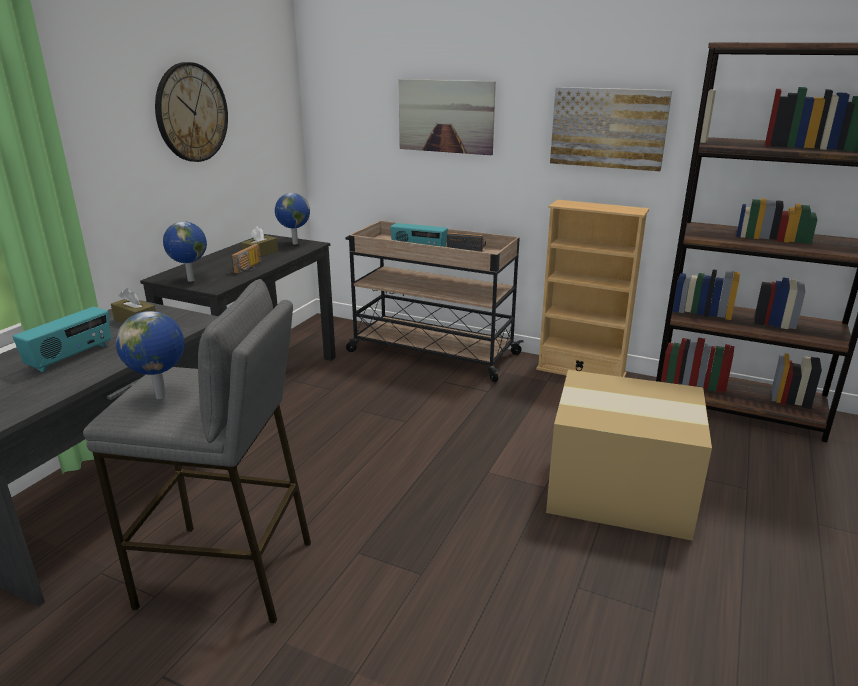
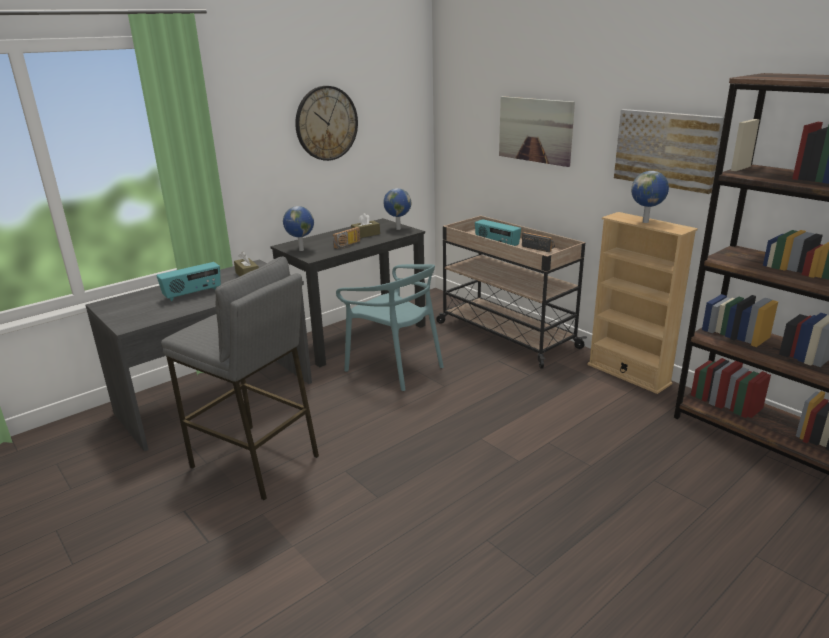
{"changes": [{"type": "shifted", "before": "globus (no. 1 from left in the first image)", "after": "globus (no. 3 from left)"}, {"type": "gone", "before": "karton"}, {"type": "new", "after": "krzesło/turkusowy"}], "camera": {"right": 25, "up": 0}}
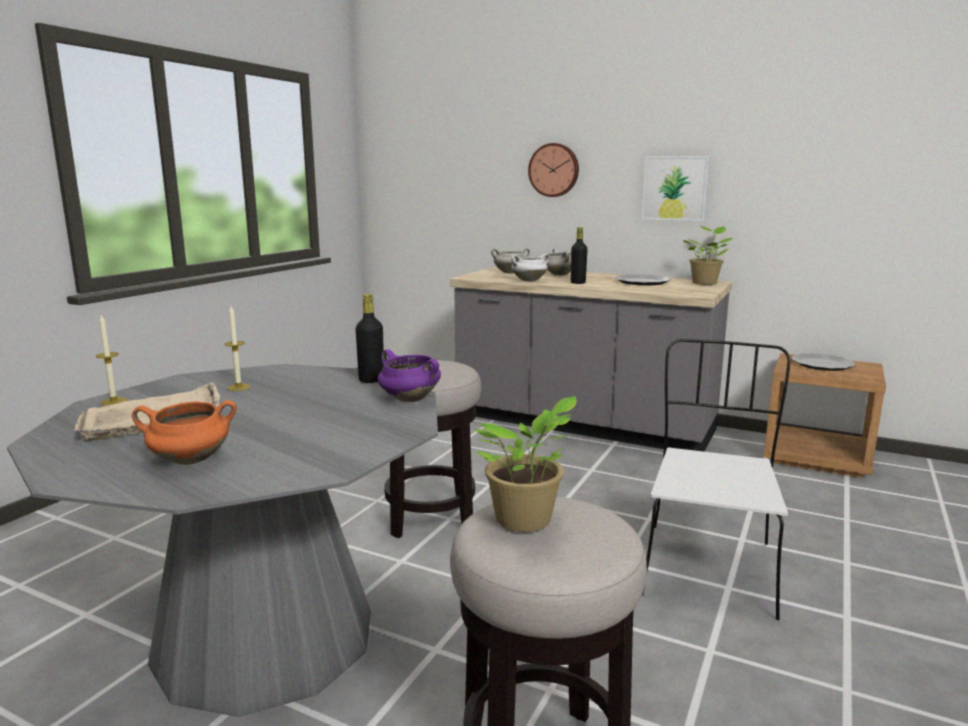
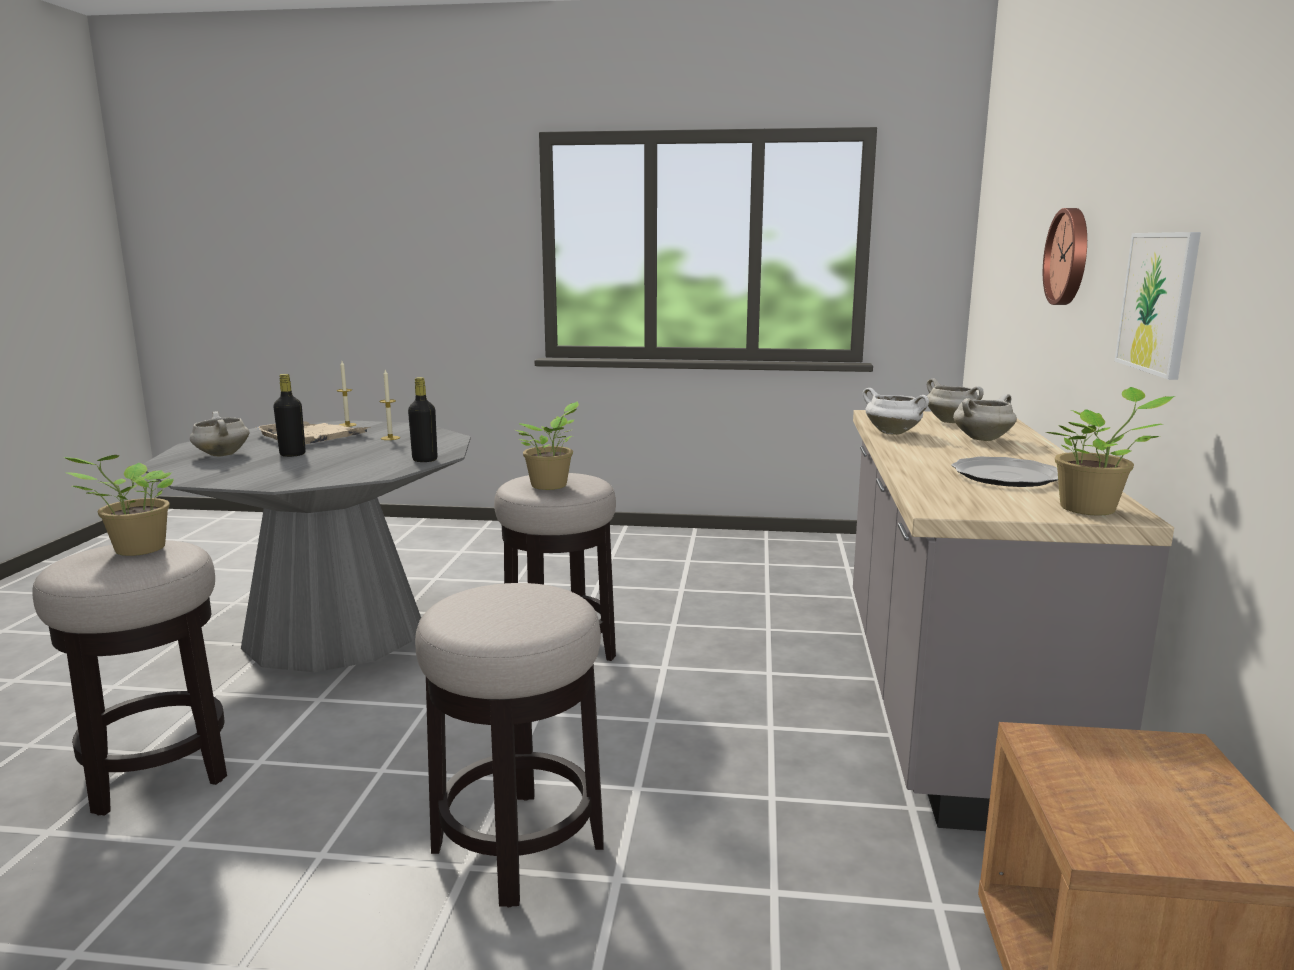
{"changes": [{"type": "repainted", "before": "garnek/pomarańczowy", "after": "garnek/biały (no. 1 from left)"}, {"type": "gone", "before": "garnek/fioletowy"}, {"type": "shifted", "before": "butelka/czarny (no. 2 from left in the first image)", "after": "butelka/czarny (no. 1 from left)"}, {"type": "swapped", "before": "krzesło/biały", "after": "stołek (no. 2 from left)"}, {"type": "gone", "before": "talerz (no. 2 from left)"}, {"type": "new", "after": "roślina doniczkowa (no. 2 from left)"}], "camera": {"right": 70, "up": 0}}
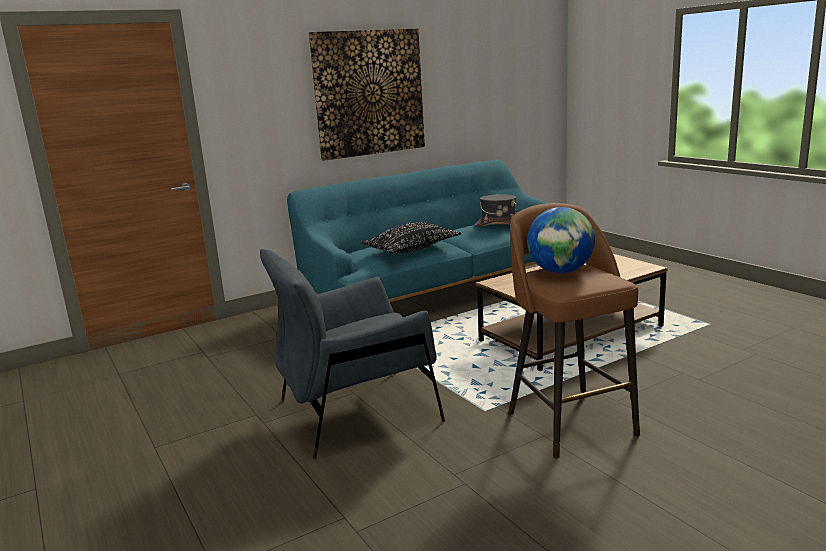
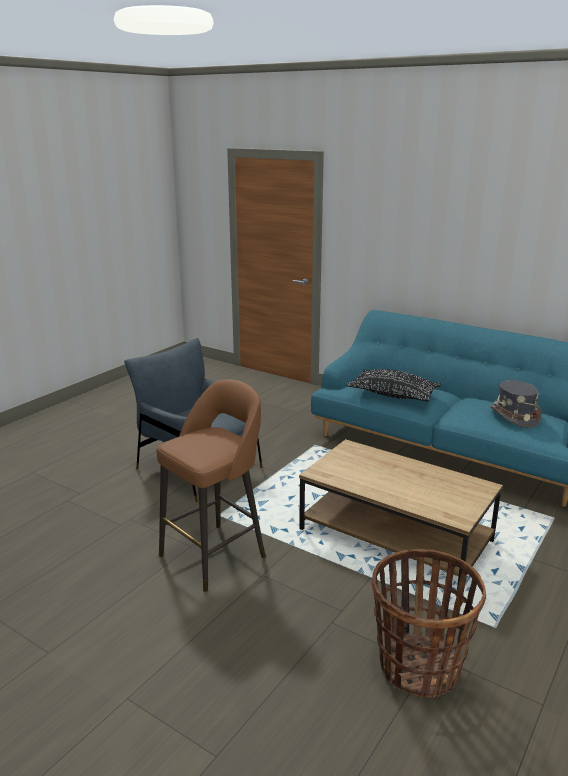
{"changes": [{"type": "gone", "before": "obraz"}, {"type": "gone", "before": "globus"}, {"type": "new", "after": "koszyk"}], "camera": {"right": 65, "up": 5}}
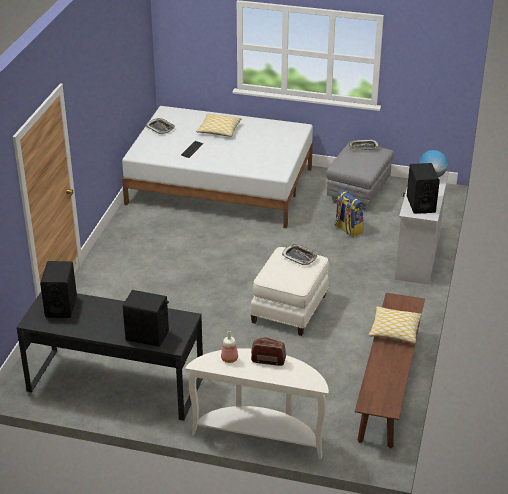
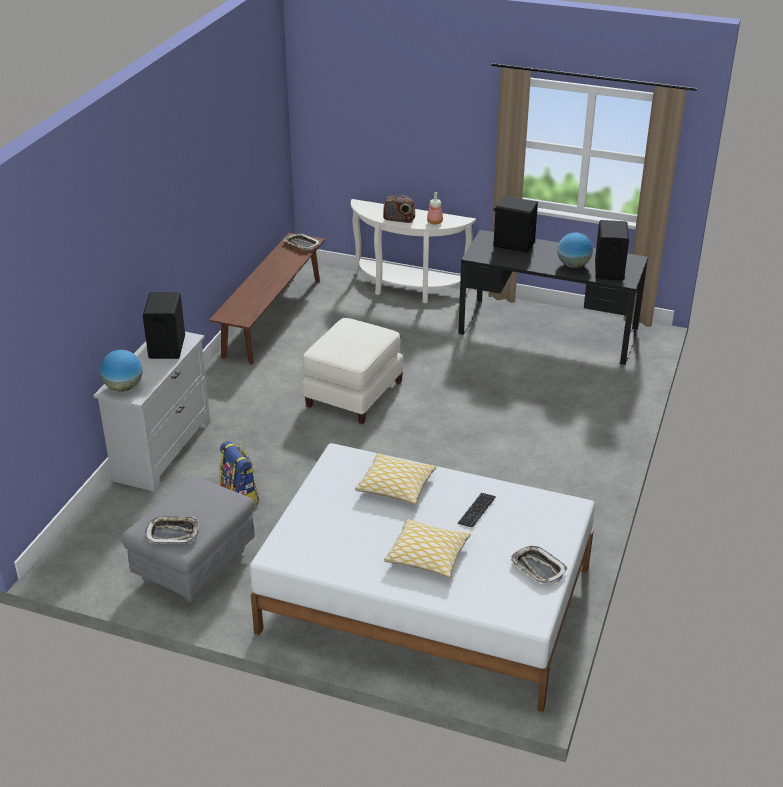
{"changes": [{"type": "shifted", "before": "taca (no. 2 from left)"}, {"type": "shifted", "before": "poduszka (no. 2 from left in the first image)", "after": "poduszka (no. 1 from left)"}, {"type": "new", "after": "globus (no. 2 from left)"}], "camera": {"right": -175, "up": 0}}
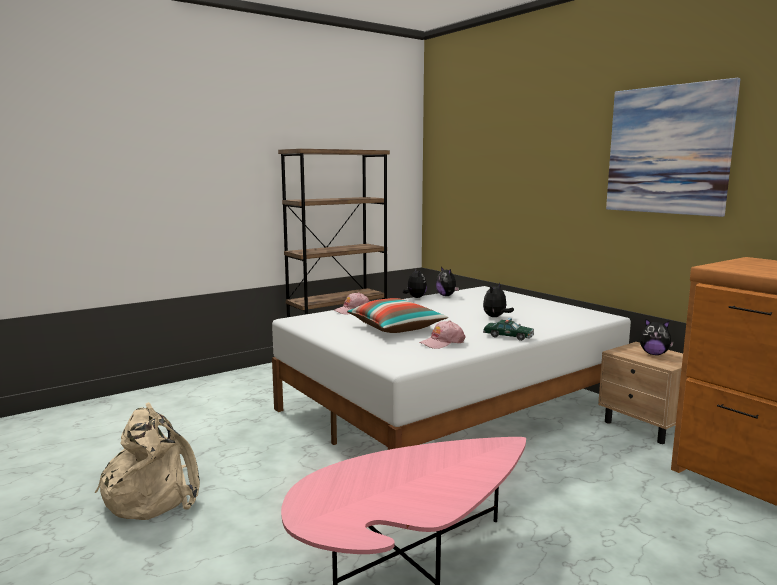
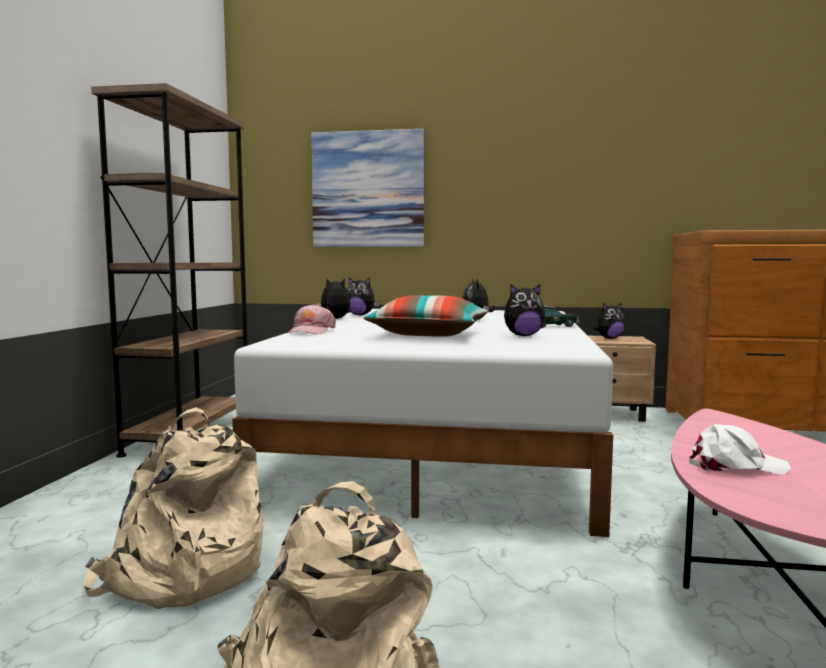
{"changes": [{"type": "swapped", "before": "czapka z daszkiem/różowy (no. 2 from left)", "after": "pluszak (no. 4 from left)"}, {"type": "shifted", "before": "obraz"}, {"type": "new", "after": "plecak/beżowy (no. 1 from left)"}, {"type": "new", "after": "czapka z daszkiem/biały"}], "camera": {"right": -45, "up": -5}}
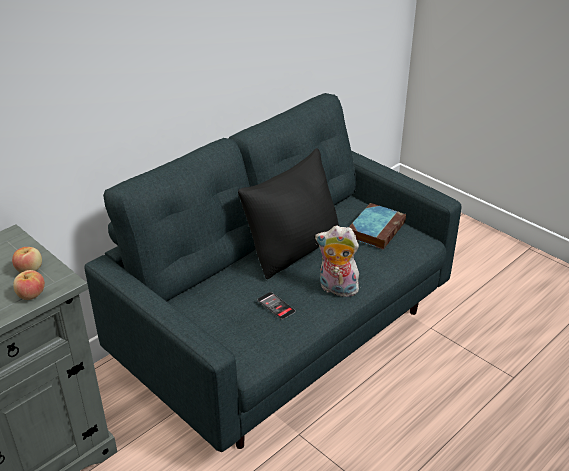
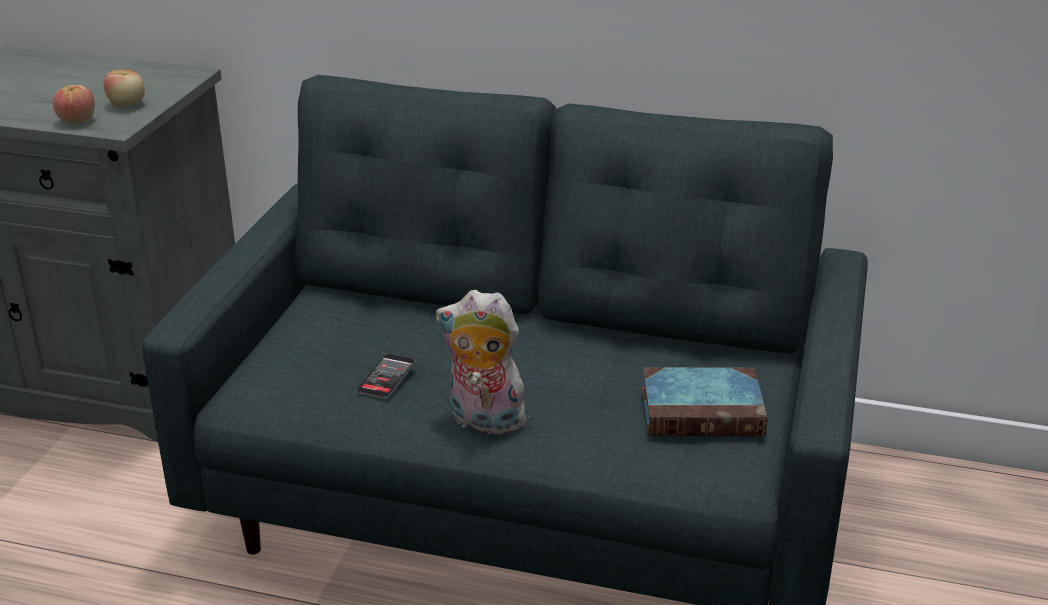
{"changes": [{"type": "gone", "before": "poduszka/czarny"}, {"type": "rotated", "before": "pluszak", "turn": -60}], "camera": {"right": 60, "up": -5}}
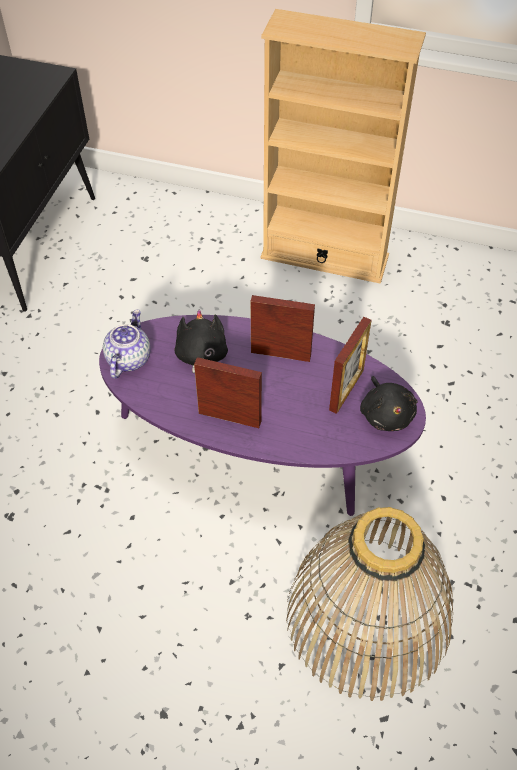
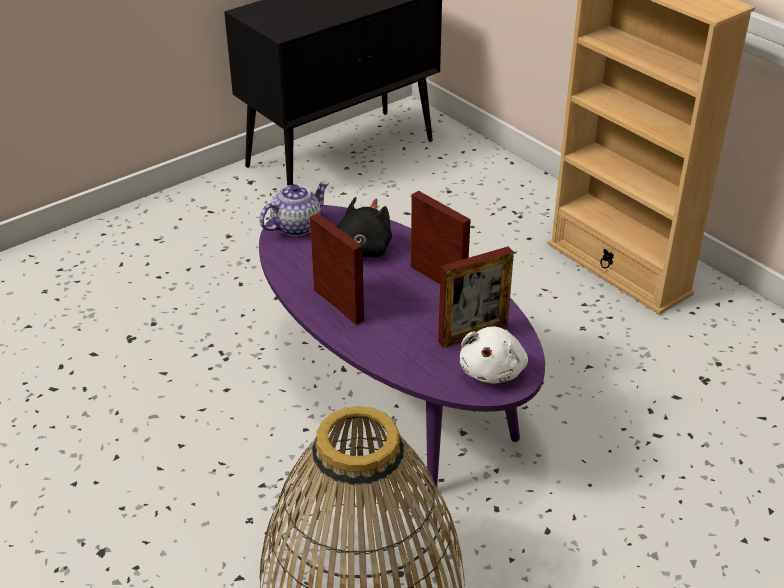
{"changes": [{"type": "repainted", "before": "pluszak/czarny (no. 2 from left)", "after": "pluszak/biały"}], "camera": {"right": 35, "up": -15}}
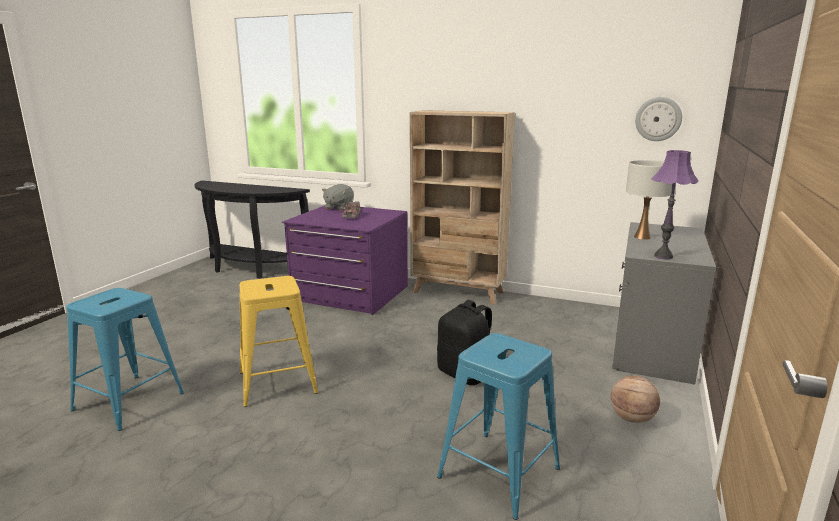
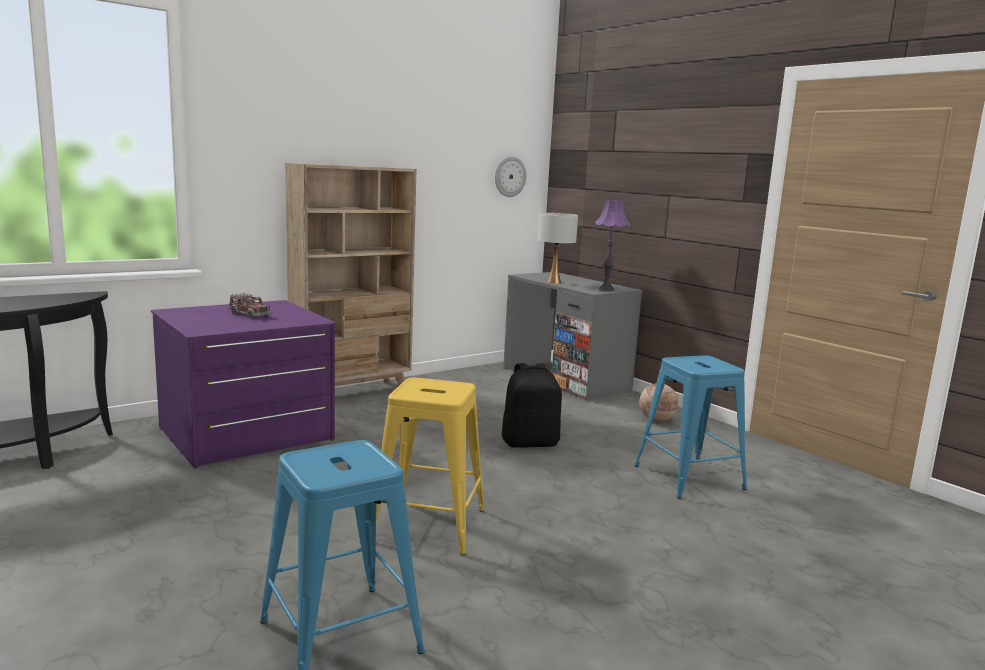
{"changes": [{"type": "gone", "before": "pluszak/szary"}], "camera": {"right": -60, "up": -5}}
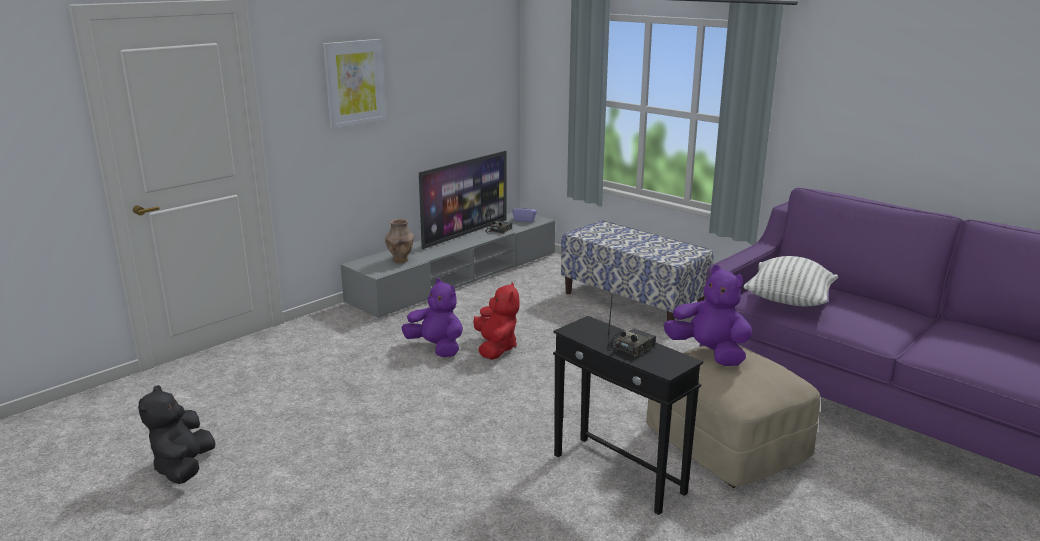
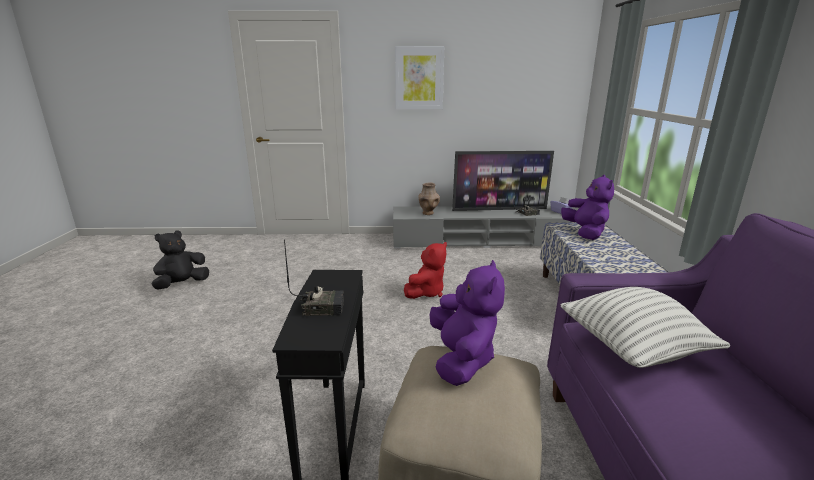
{"changes": [{"type": "shifted", "before": "pluszak/fioletowy (no. 1 from left in the first image)", "after": "pluszak/fioletowy (no. 2 from left)"}], "camera": {"right": 45, "up": 0}}
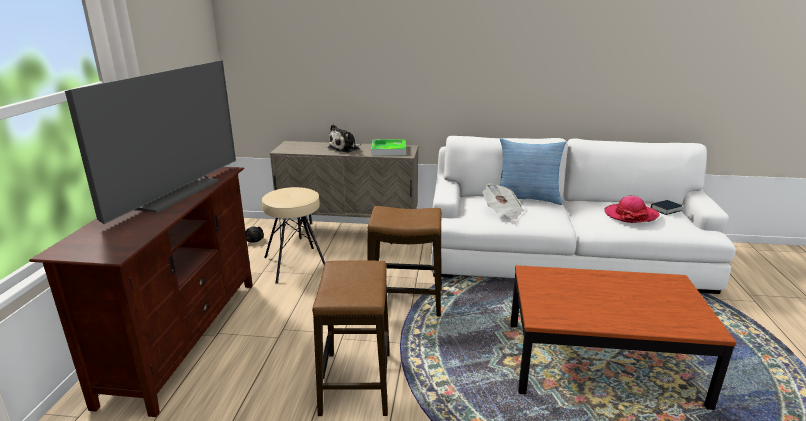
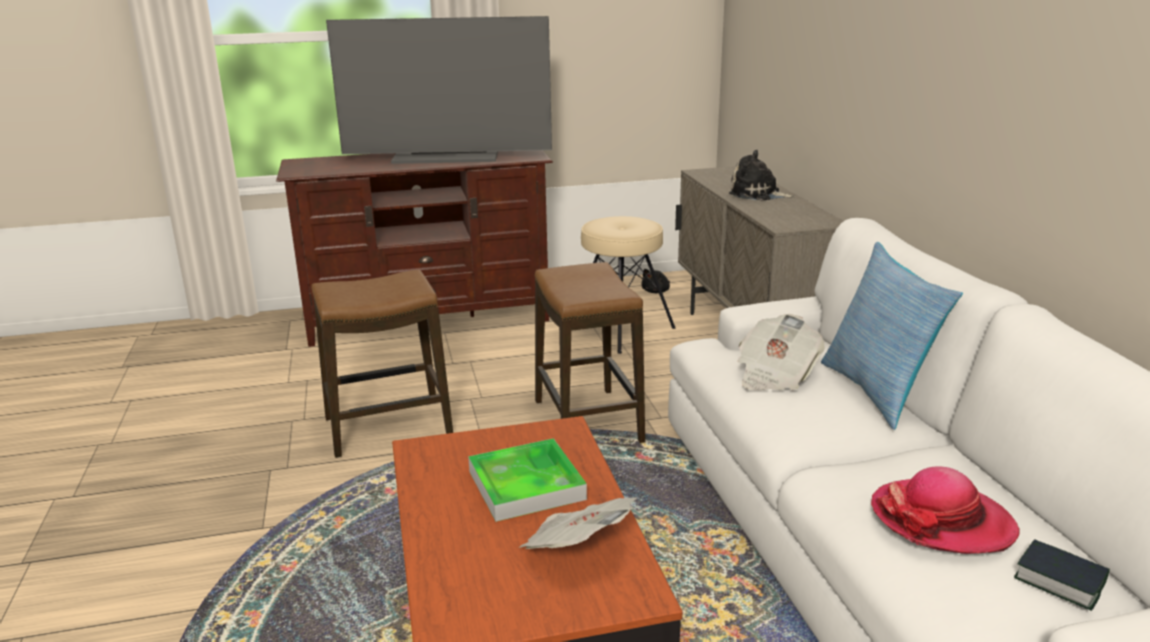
{"changes": [{"type": "shifted", "before": "taca"}, {"type": "new", "after": "gazeta (no. 1 from left)"}], "camera": {"right": 70, "up": 0}}
